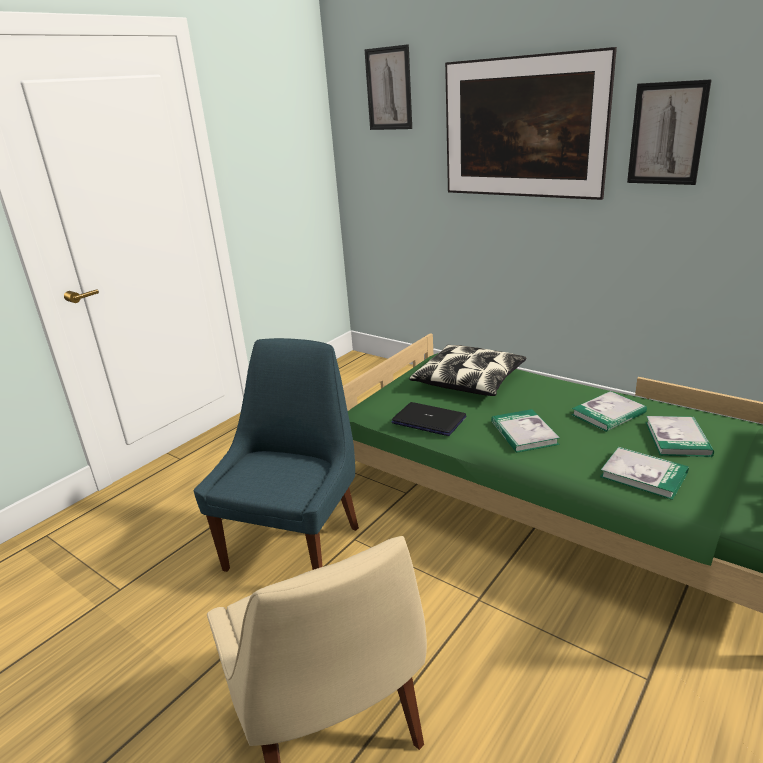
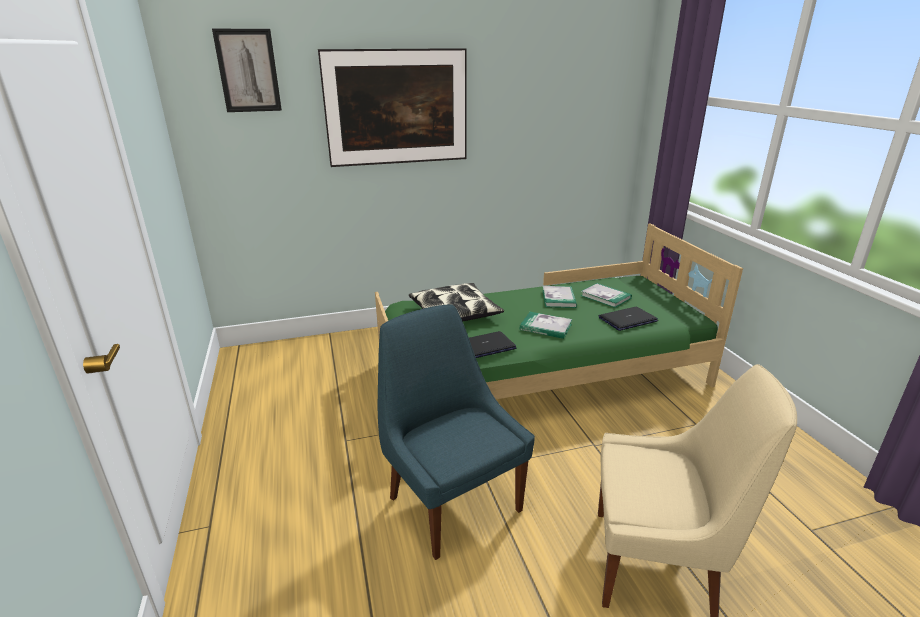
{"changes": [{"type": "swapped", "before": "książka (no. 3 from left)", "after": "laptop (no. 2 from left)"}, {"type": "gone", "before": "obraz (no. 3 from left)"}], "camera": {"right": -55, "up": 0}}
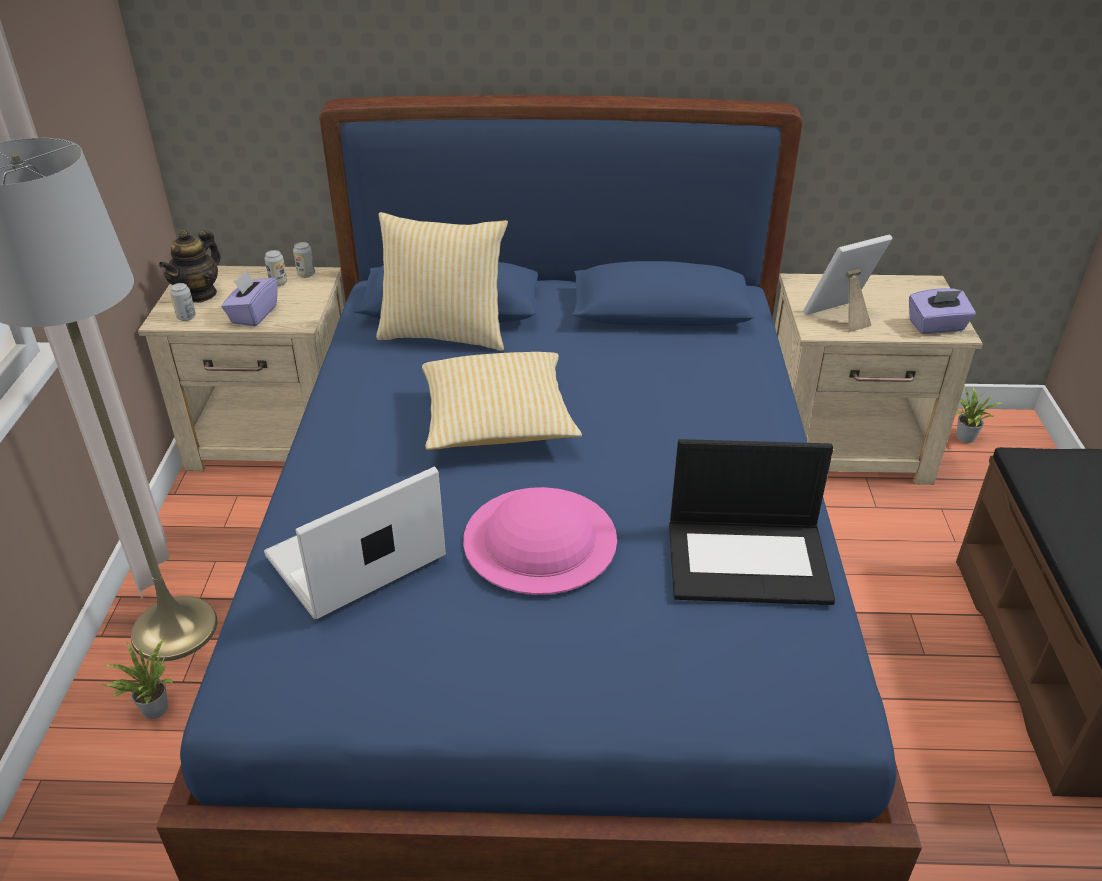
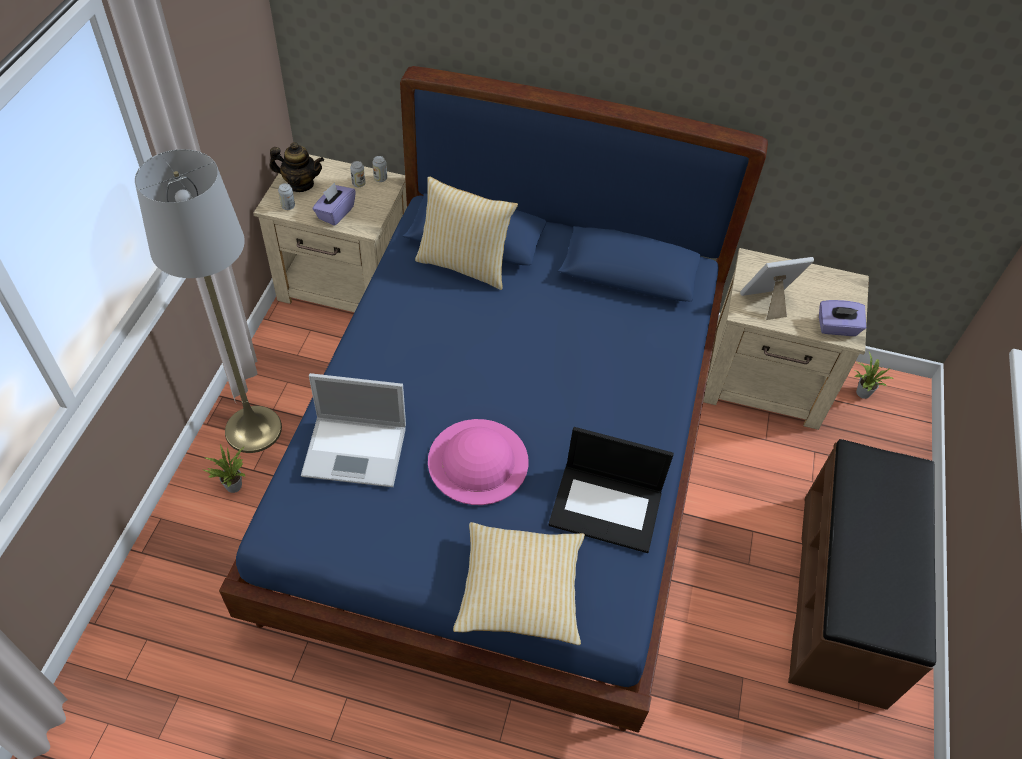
{"changes": [{"type": "rotated", "before": "imbryk", "turn": -120}, {"type": "rotated", "before": "laptop (no. 1 from left)", "turn": -150}, {"type": "shifted", "before": "poduszka (no. 2 from left)"}], "camera": {"right": 10, "up": 15}}
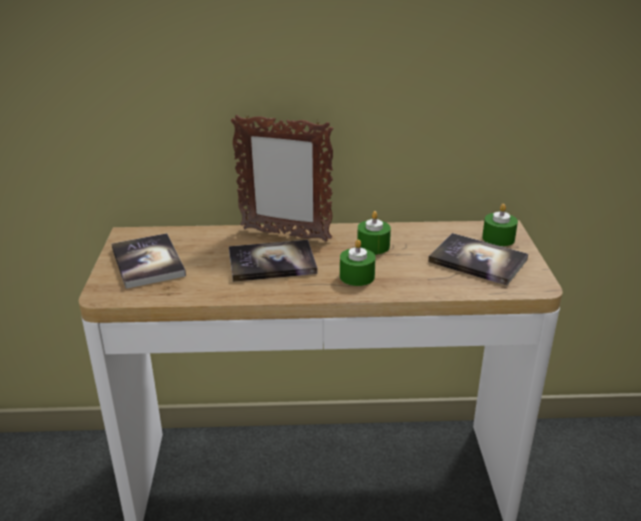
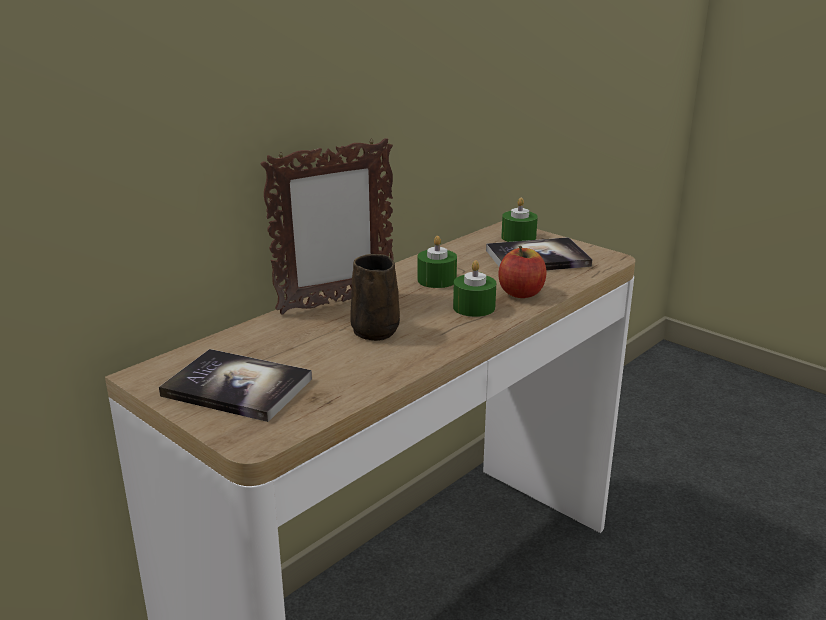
{"changes": [{"type": "swapped", "before": "książka (no. 2 from left)", "after": "kubek/brązowy"}, {"type": "new", "after": "jabłko"}], "camera": {"right": -45, "up": -5}}
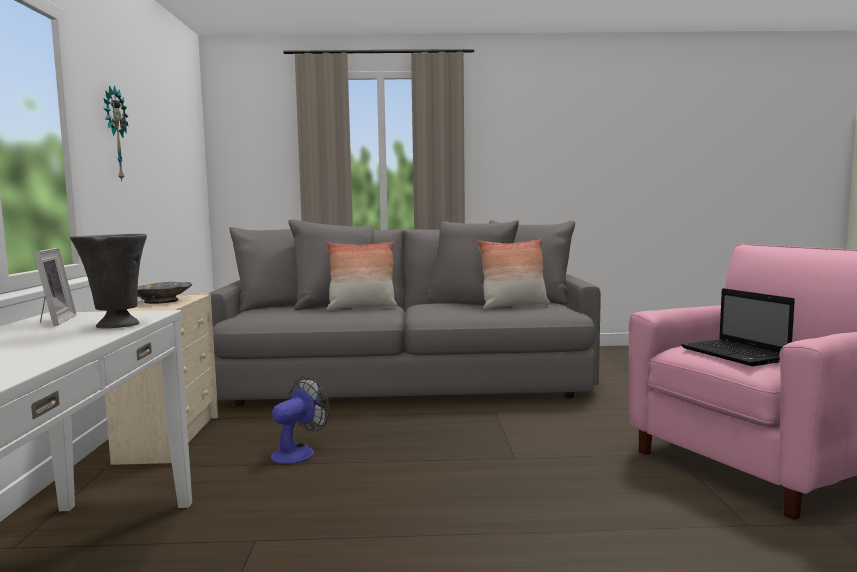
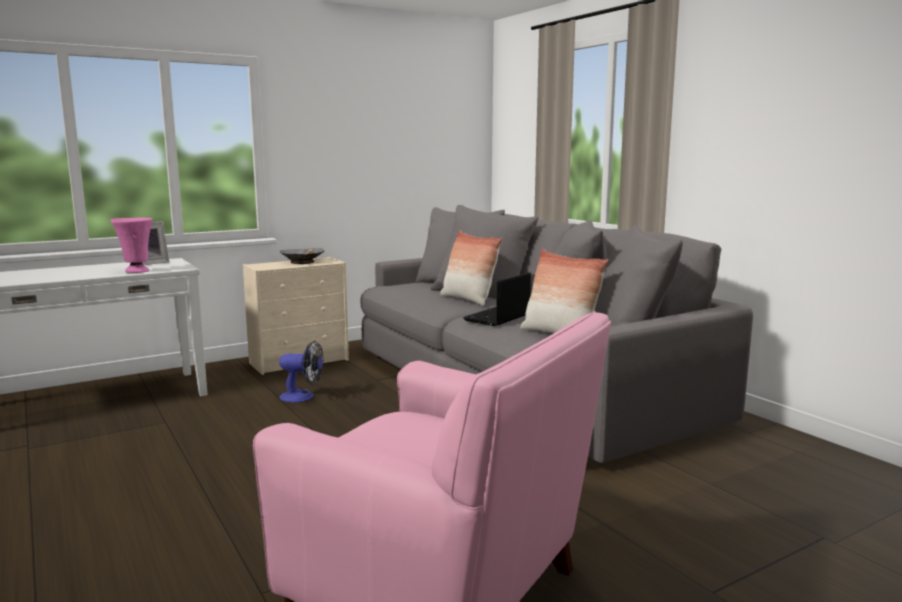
{"changes": [{"type": "repainted", "before": "wazon/szary", "after": "wazon/różowy"}, {"type": "gone", "before": "zegar ścienny"}, {"type": "shifted", "before": "laptop"}], "camera": {"right": 60, "up": 5}}
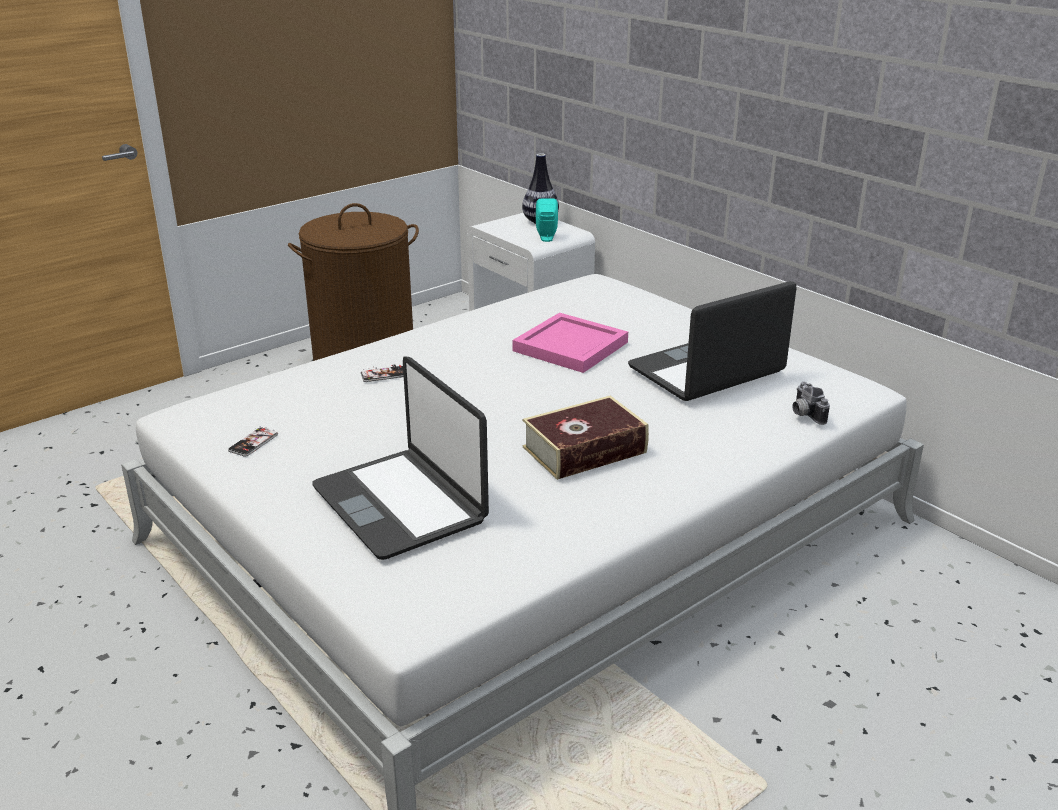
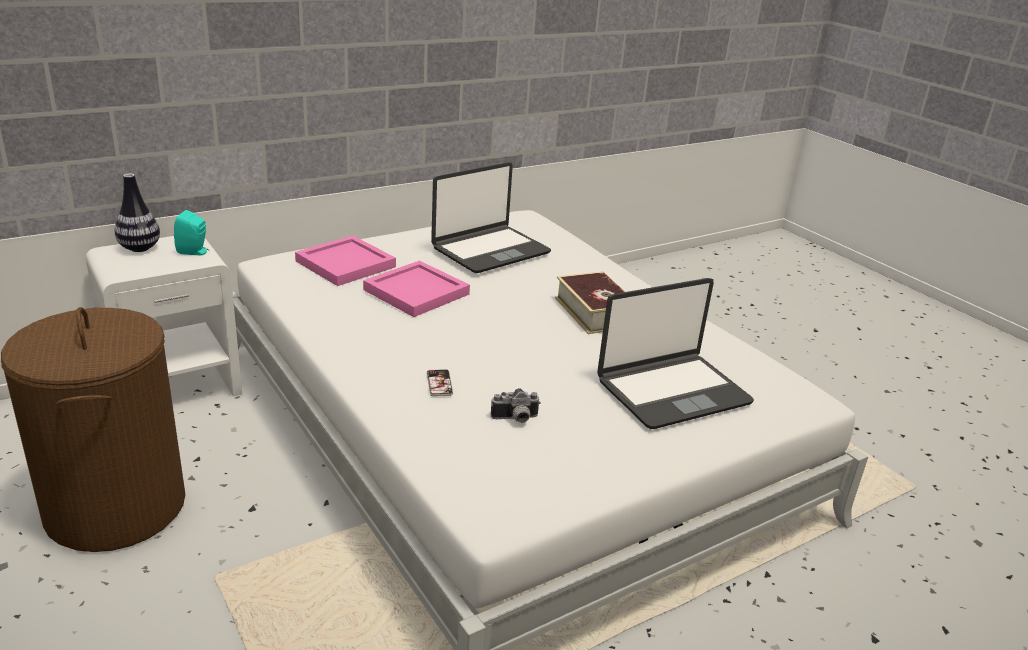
{"changes": [{"type": "gone", "before": "telefon (no. 1 from left)"}, {"type": "rotated", "before": "laptop (no. 2 from left in the first image)", "turn": -105}, {"type": "shifted", "before": "aparat fotograficzny"}, {"type": "new", "after": "taca/różowy (no. 1 from left)"}], "camera": {"right": -85, "up": 0}}
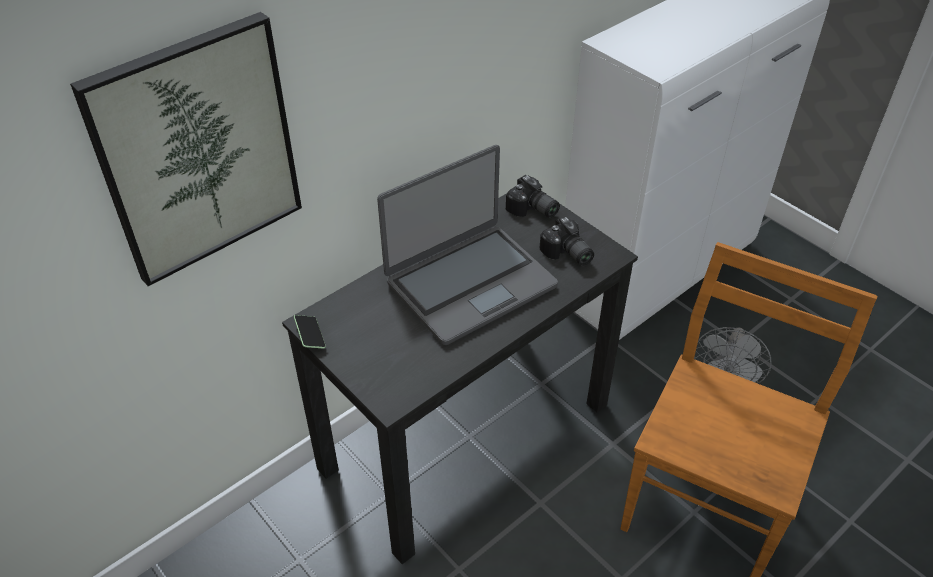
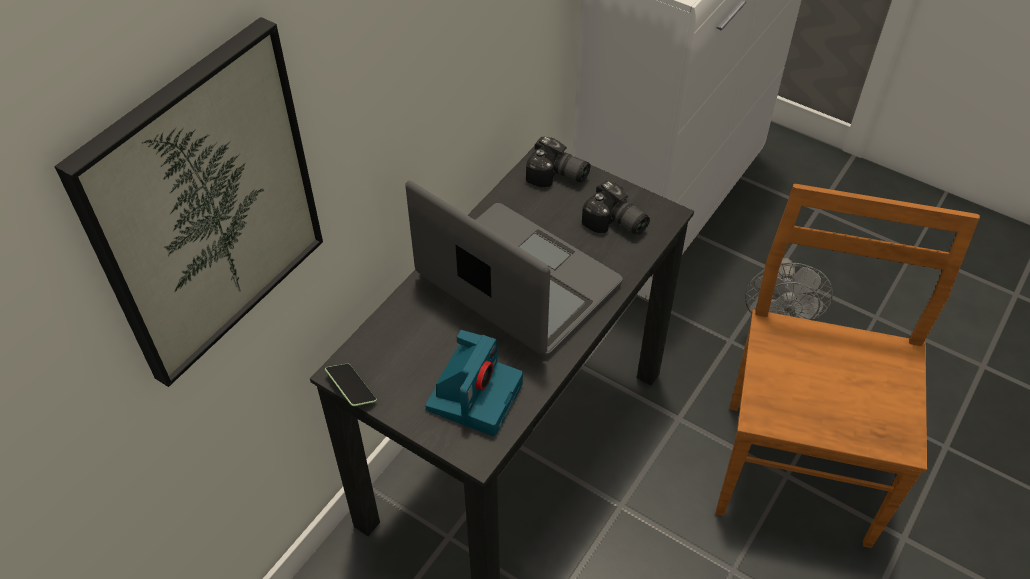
{"changes": [{"type": "rotated", "before": "laptop", "turn": -90}, {"type": "new", "after": "aparat fotograficzny (no. 1 from left)"}], "camera": {"right": -15, "up": 5}}
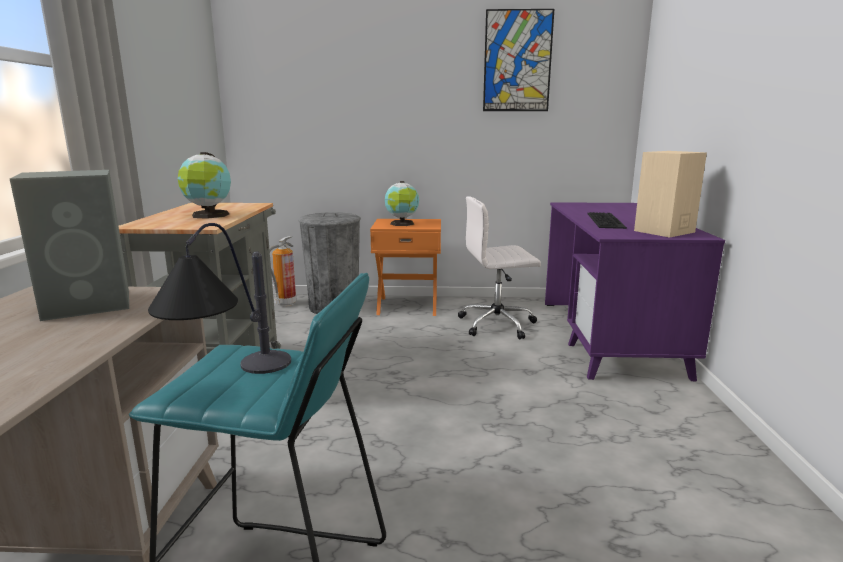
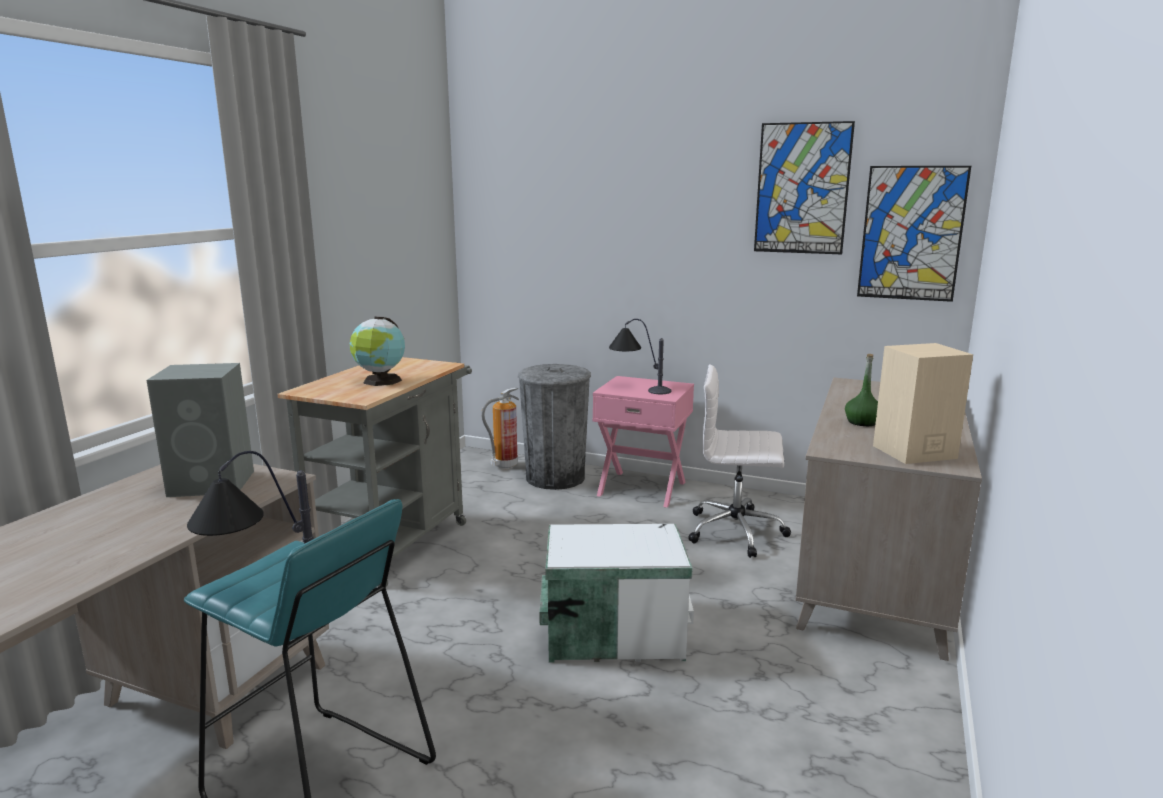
{"changes": [{"type": "repainted", "before": "szafka nocna/pomarańczowy", "after": "szafka nocna/różowy"}, {"type": "swapped", "before": "globus (no. 2 from left)", "after": "lampa stołowa (no. 2 from left)"}, {"type": "repainted", "before": "biurko/fioletowy", "after": "biurko/beżowy (no. 2 from left)"}, {"type": "swapped", "before": "klawiatura", "after": "butelka/zielony"}, {"type": "new", "after": "pojemnik do przechowywania/biały"}, {"type": "new", "after": "obraz (no. 2 from left)"}], "camera": {"right": 20, "up": 0}}
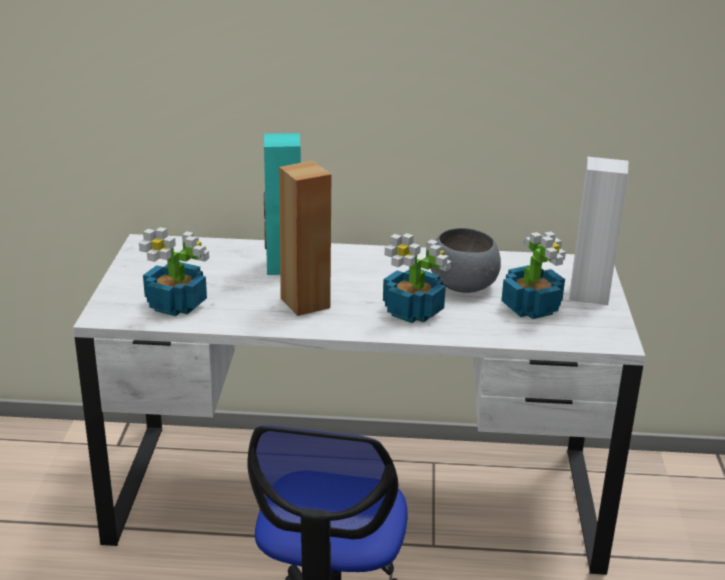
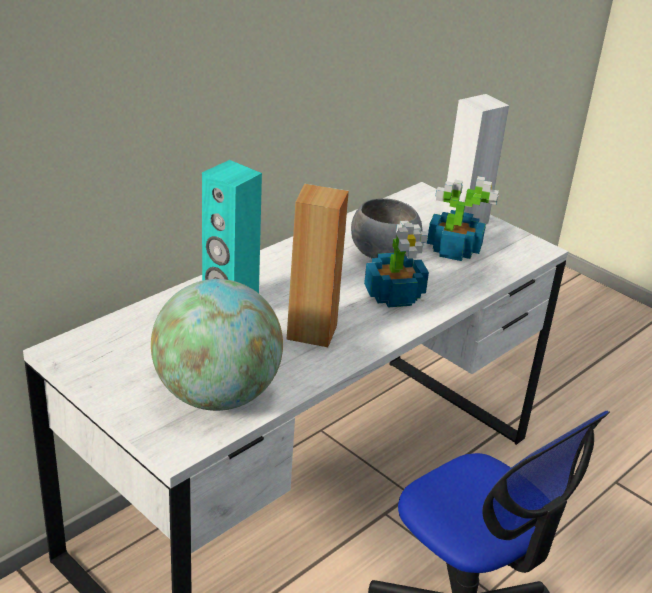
{"changes": [{"type": "swapped", "before": "roślina doniczkowa (no. 1 from left)", "after": "globus"}], "camera": {"right": -50, "up": 5}}
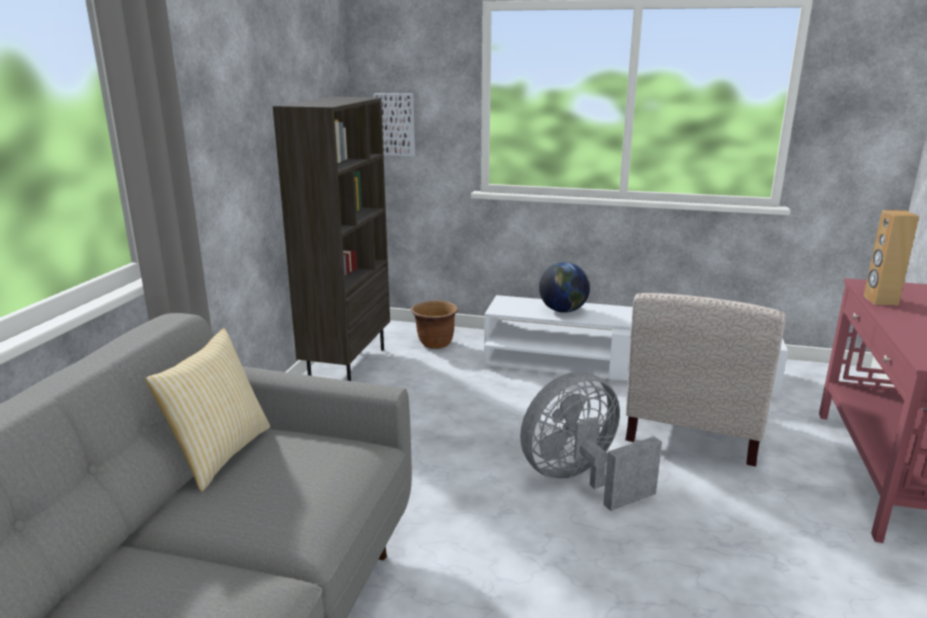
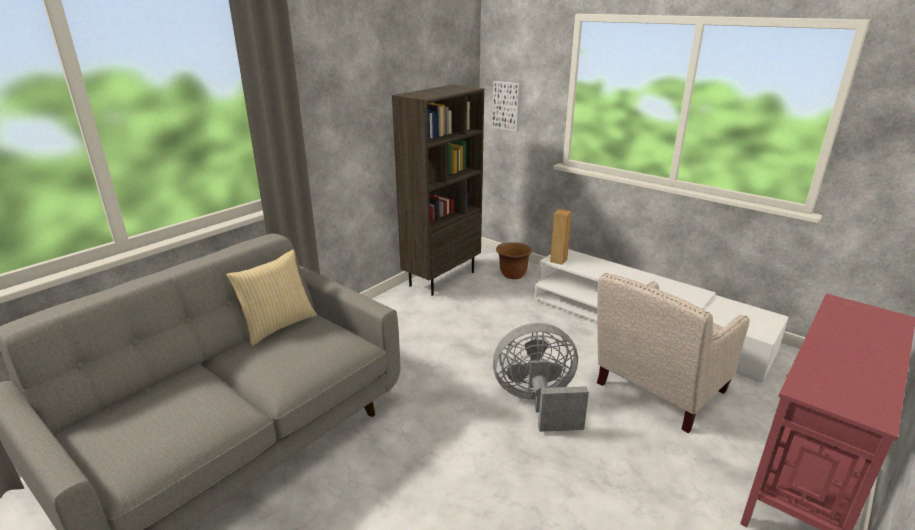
{"changes": [{"type": "gone", "before": "globus"}, {"type": "shifted", "before": "głośnik/brązowy"}], "camera": {"right": 25, "up": 5}}
